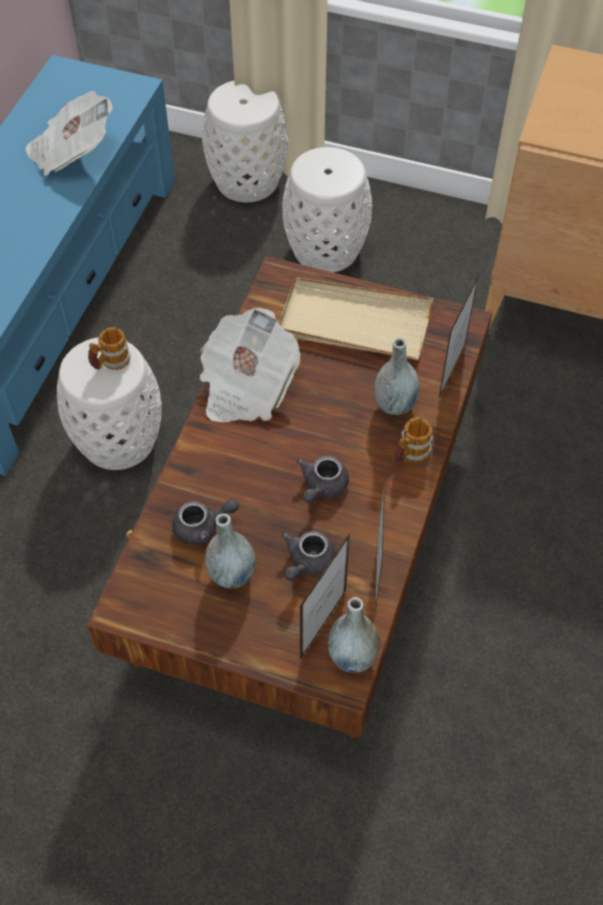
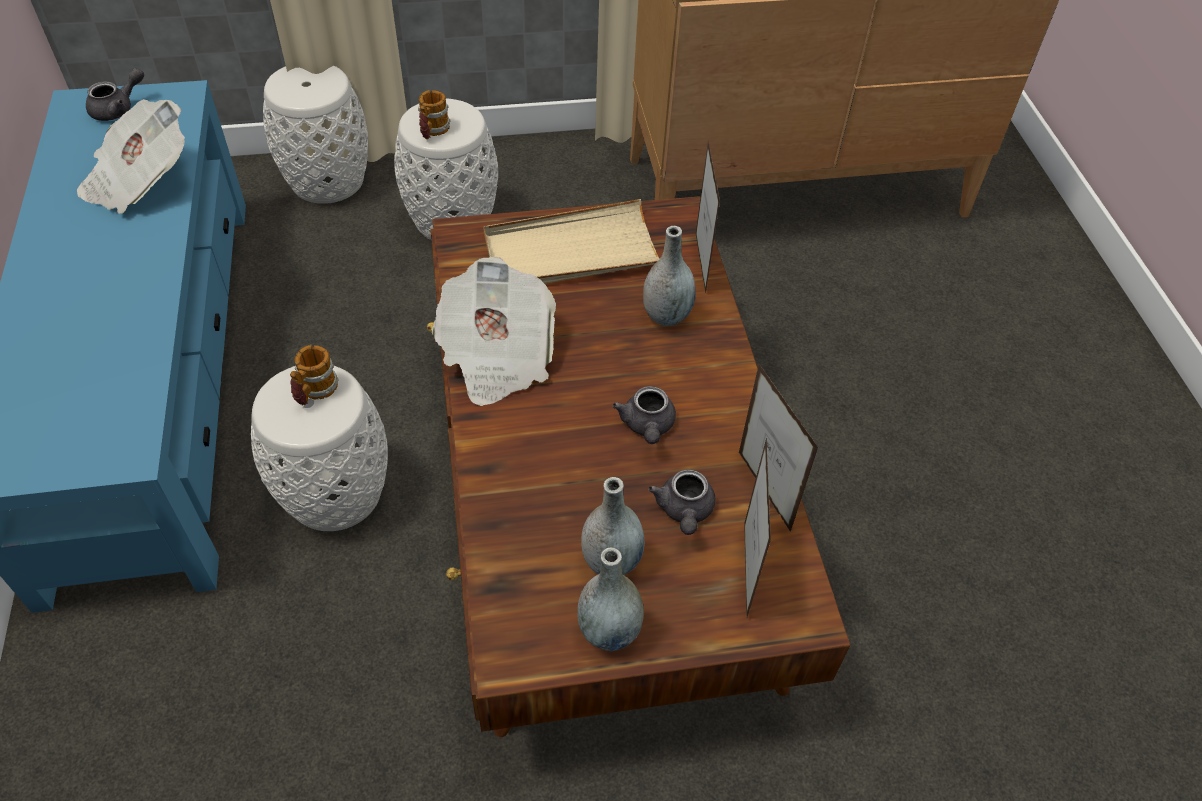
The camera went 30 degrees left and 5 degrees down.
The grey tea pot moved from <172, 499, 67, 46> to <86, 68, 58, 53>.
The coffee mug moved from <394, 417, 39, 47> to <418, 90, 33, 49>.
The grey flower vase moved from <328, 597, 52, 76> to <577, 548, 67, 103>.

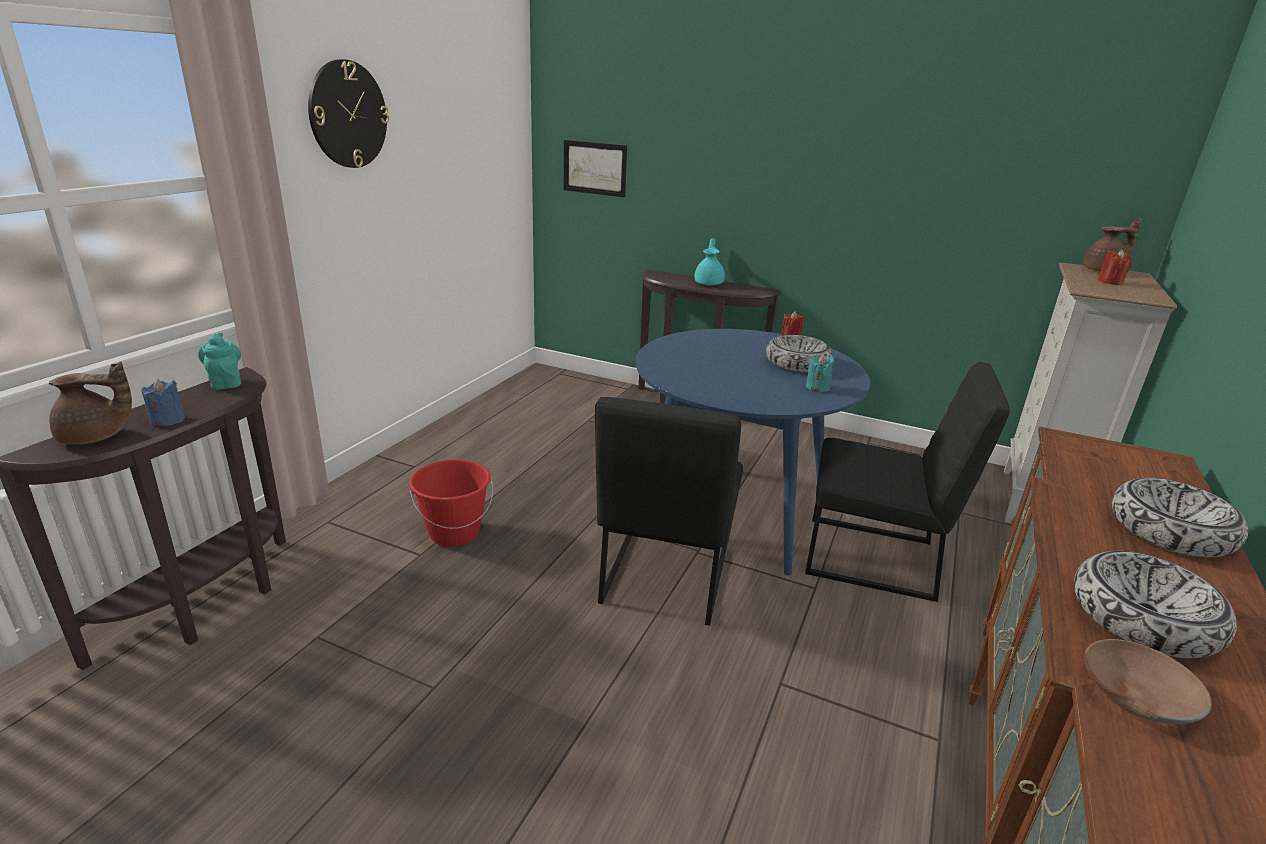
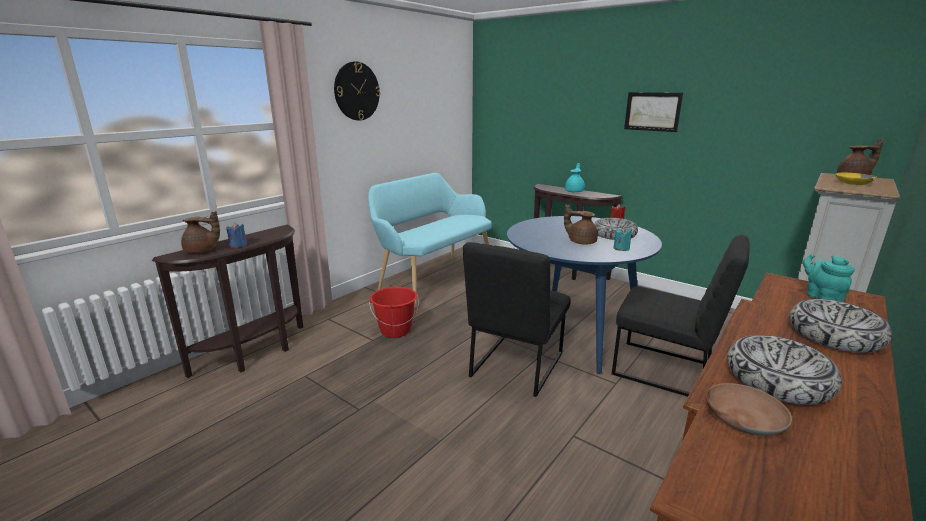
The camera went 15 degrees right and 5 degrees down.
The turquoise long seat at <368, 173, 124, 135> appeared.
The brown-coloured tea pot at <564, 204, 34, 41> appeared.
The wall picture moved from <564, 140, 63, 57> to <624, 92, 59, 40>.
The turquoise tea pot moved from <198, 333, 43, 57> to <803, 254, 52, 48>.
The red candle at <1097, 250, 35, 35> was replaced by the yellowish bowl at <835, 173, 42, 12>.

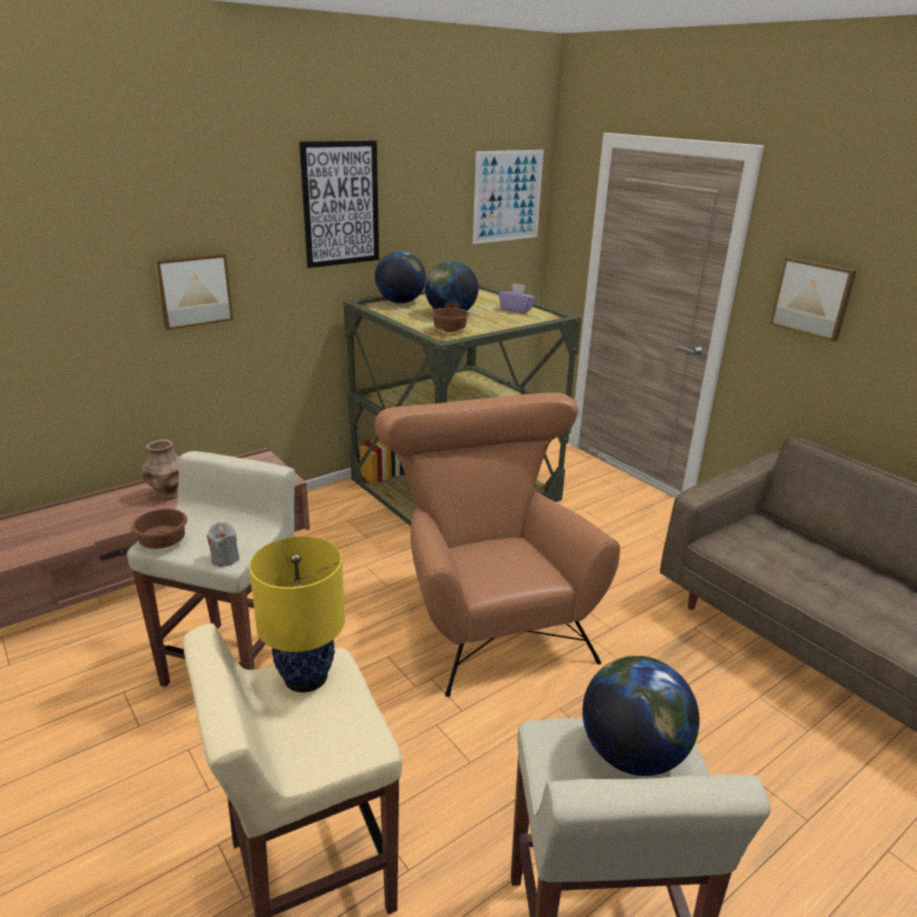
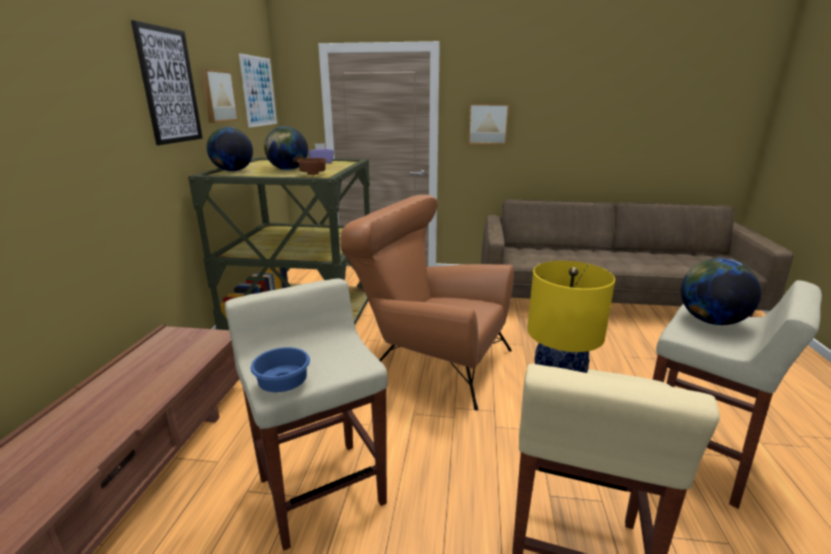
The camera went 45 degrees left and 5 degrees down.
The wall picture moved from <154, 253, 79, 77> to <200, 69, 38, 54>.
The brown-coloured bowl at <131, 508, 56, 41> became the blue bowl at <250, 347, 60, 45>.
The brown-coloured flower vase at <142, 439, 38, 61> disappeared.
The grey candle at <207, 522, 32, 45> disappeared.

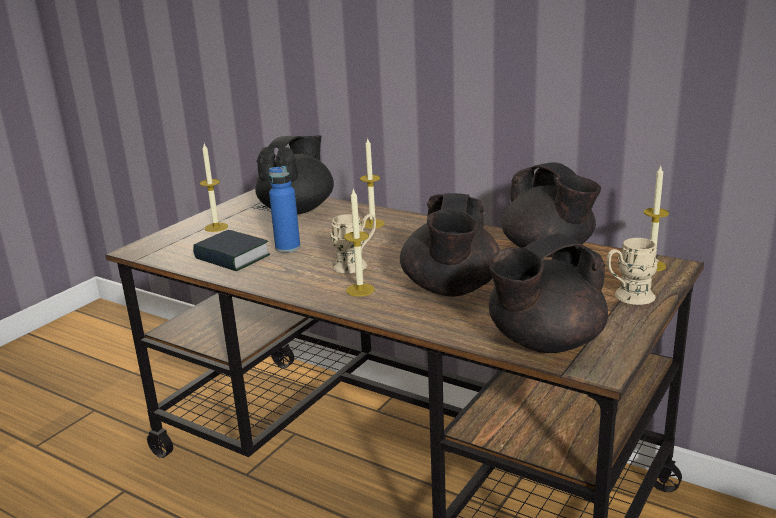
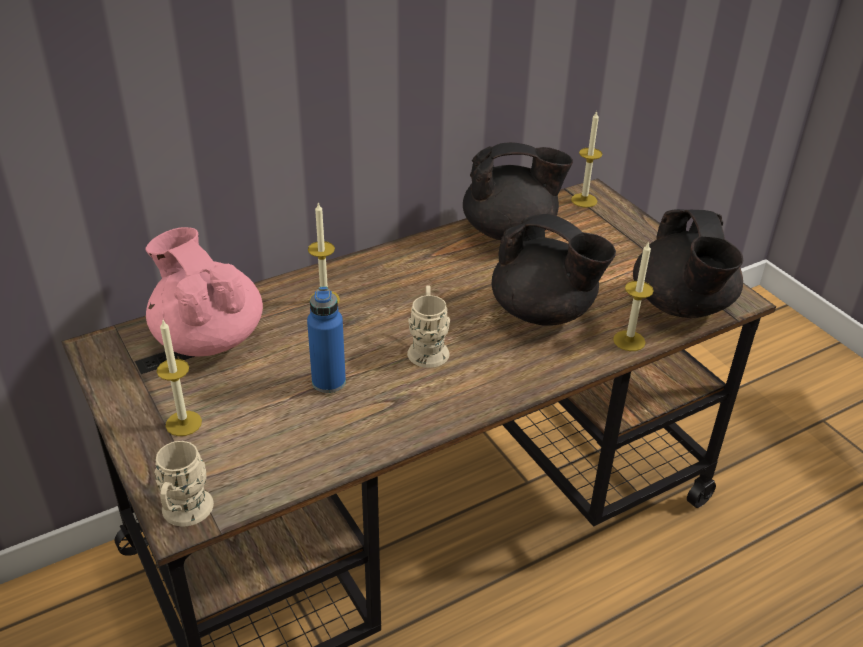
The camera went 65 degrees left and 15 degrees up.
The black-coloured tea pot at <255, 135, 79, 79> became the pink tea pot at <145, 227, 118, 129>.
The sand-coloured coffee mug moved from <607, 238, 51, 67> to <154, 441, 60, 85>.
The candle moved from <344, 188, 31, 109> to <613, 241, 41, 110>.
The bound book at <193, 230, 77, 41> disappeared.

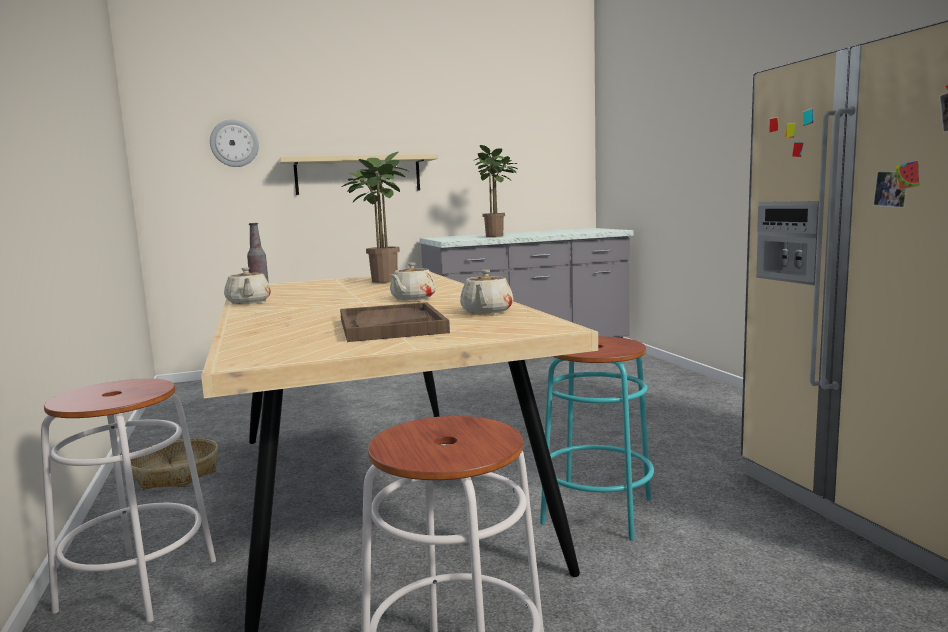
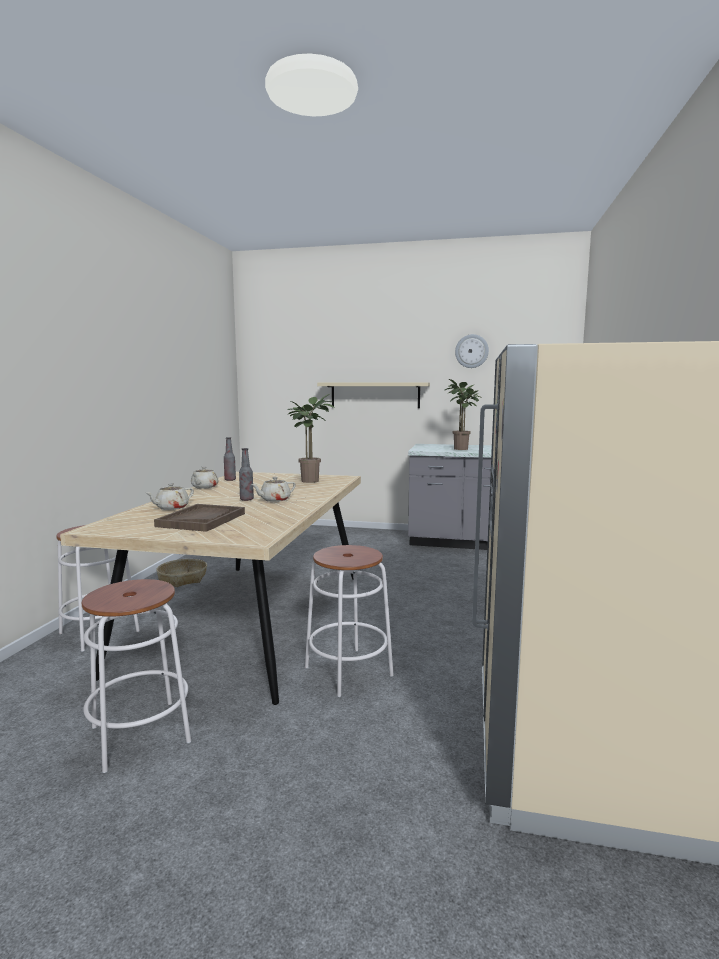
The camera went 30 degrees right and 0 degrees up.
The sand-coloured tea pot moved from <460, 270, 53, 44> to <145, 483, 49, 27>.
The bottle at <239, 448, 15, 53> appeared.
The turquoise stool at <540, 336, 114, 205> became the white stool at <305, 545, 89, 152>.
The clock on the wall moved from <210, 119, 49, 48> to <455, 334, 34, 34>.

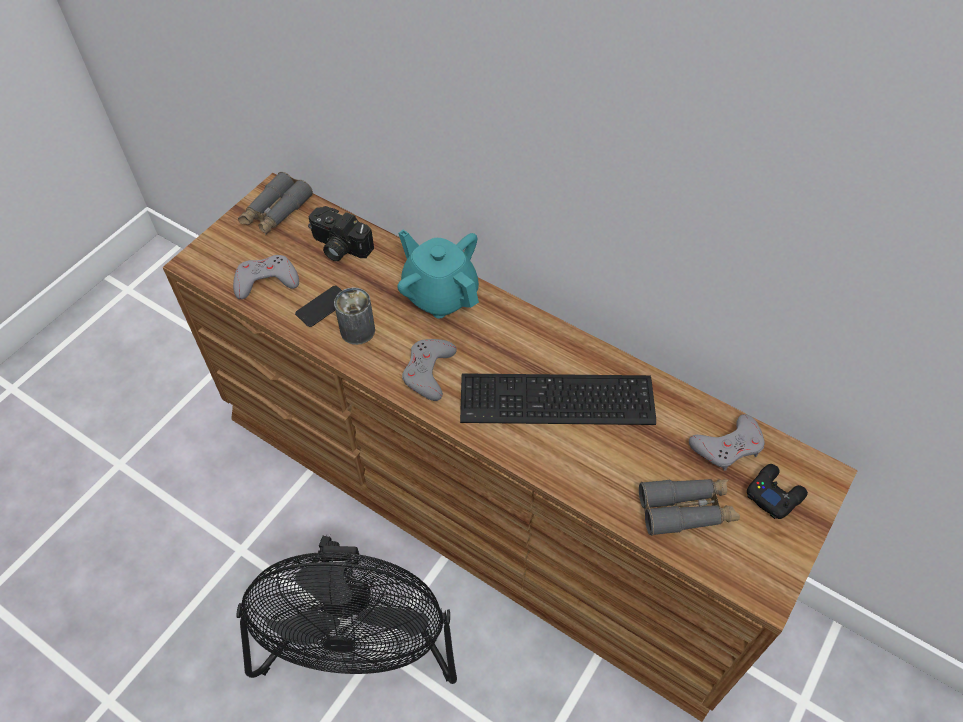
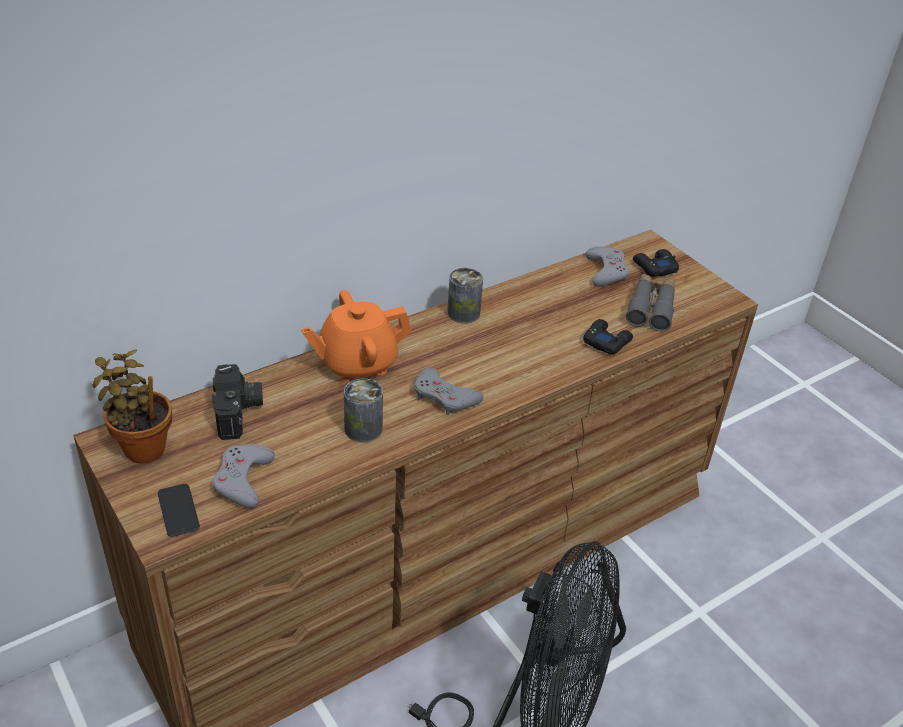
The camera went 70 degrees left and 15 degrees down.
The grey field glasses at <238, 172, 75, 63> was replaced by the plant in a pot at <92, 349, 80, 114>.
The handset moved from <295, 286, 47, 41> to <158, 484, 42, 53>.
The still camera at <308, 206, 66, 55> turned 60 degrees counterclockwise.
The turquoise tea pot at <397, 230, 82, 88> became the orange tea pot at <301, 290, 111, 92>.
The metal can at <447, 268, 36, 55> appeared.
The black-coloured gamepad at <583, 319, 50, 35> appeared.
The PC keyboard at <460, 373, 196, 52> disappeared.

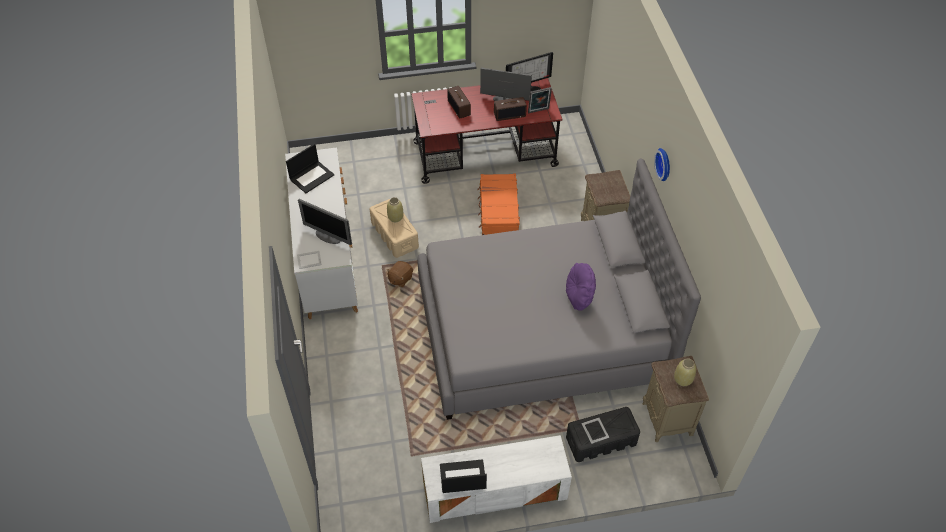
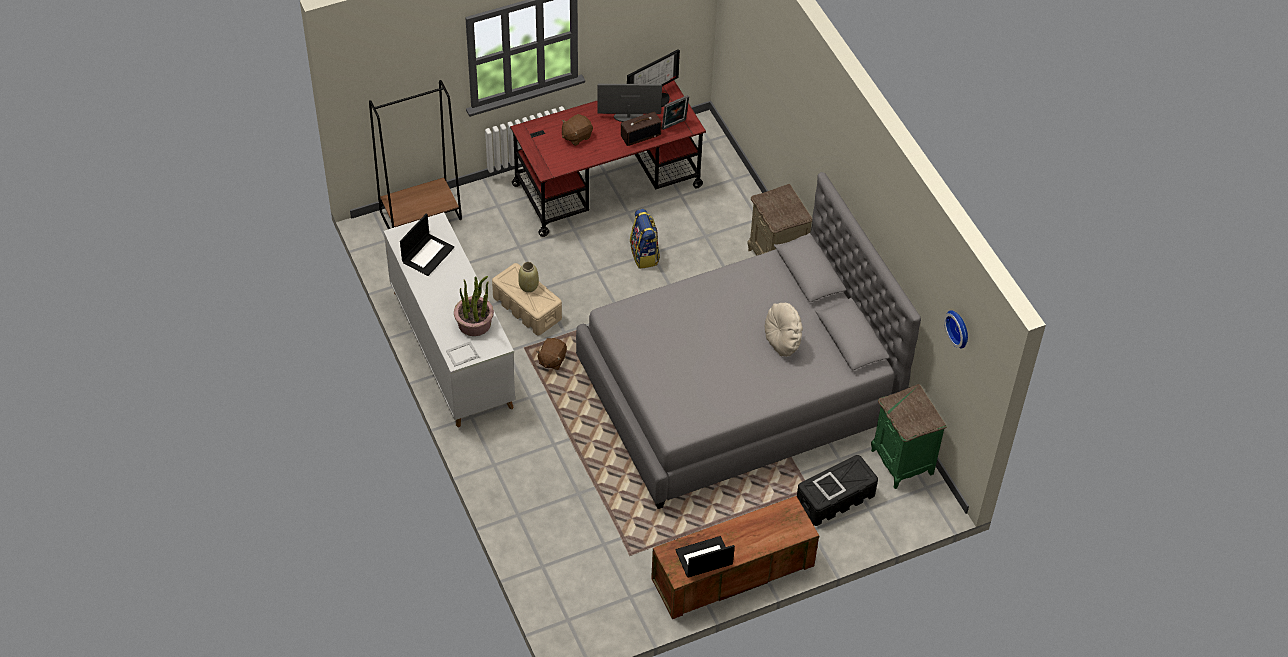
The camera went 15 degrees left and 0 degrees up.
The clothes rack at <369, 80, 93, 149> appeared.
The monitor at <298, 199, 54, 46> was replaced by the plant in a pot at <454, 276, 40, 60>.
The radio at <447, 86, 24, 33> was replaced by the brown-coloured plush toy at <562, 114, 31, 32>.
The orange piece of luggage at <477, 174, 43, 61> was replaced by the rucksack at <630, 209, 30, 60>.
The white long seat at <421, 435, 151, 88> became the brown-coloured long seat at <651, 496, 168, 123>.
The purple pillow at <566, 263, 30, 47> became the sand-coloured pillow at <764, 303, 39, 54>.
The sand-coloured nightstand at <643, 356, 66, 86> became the greenish nightstand at <871, 384, 76, 105>.
The clock on the wall moved from <654, 148, 16, 33> to <944, 311, 24, 38>.
The sand-coloured flower vase at <674, 358, 22, 28> disappeared.

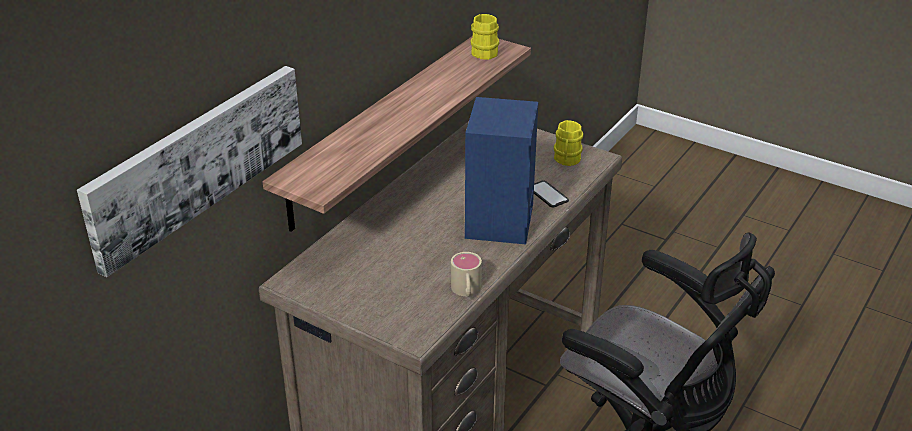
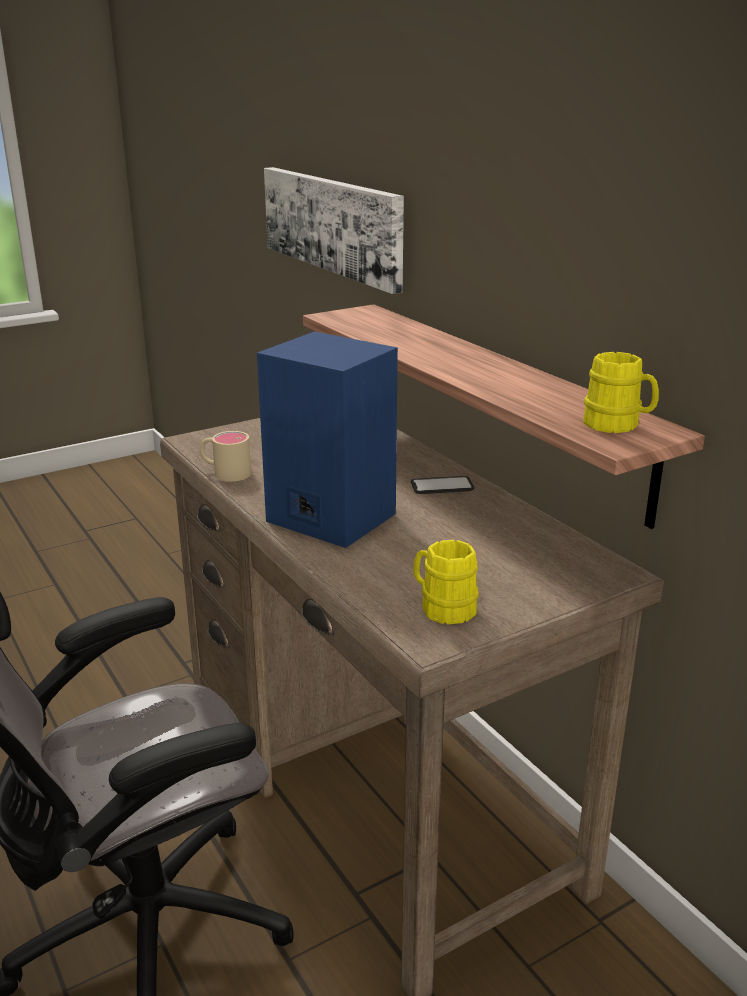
The camera went 115 degrees right and 10 degrees down.
The handset moved from <534, 180, 35, 28> to <411, 476, 64, 18>.

